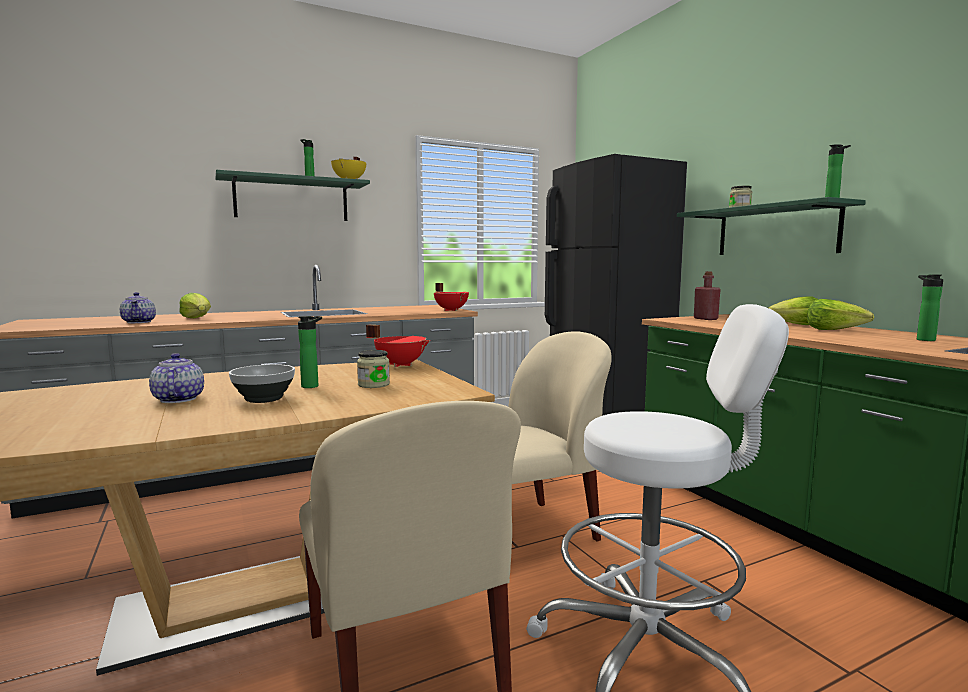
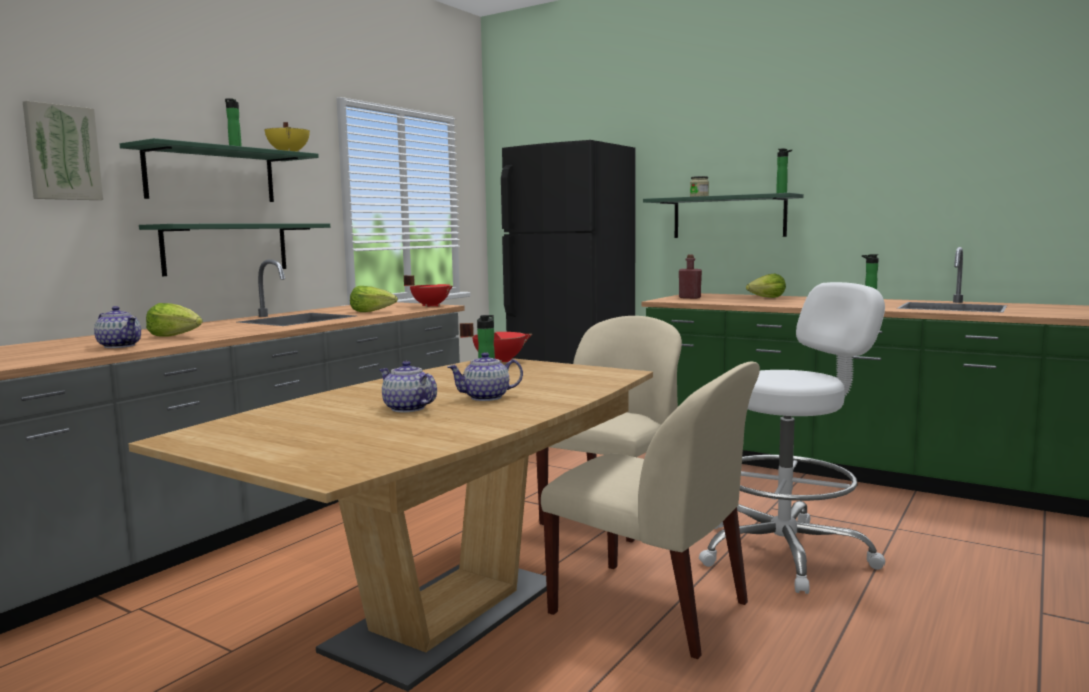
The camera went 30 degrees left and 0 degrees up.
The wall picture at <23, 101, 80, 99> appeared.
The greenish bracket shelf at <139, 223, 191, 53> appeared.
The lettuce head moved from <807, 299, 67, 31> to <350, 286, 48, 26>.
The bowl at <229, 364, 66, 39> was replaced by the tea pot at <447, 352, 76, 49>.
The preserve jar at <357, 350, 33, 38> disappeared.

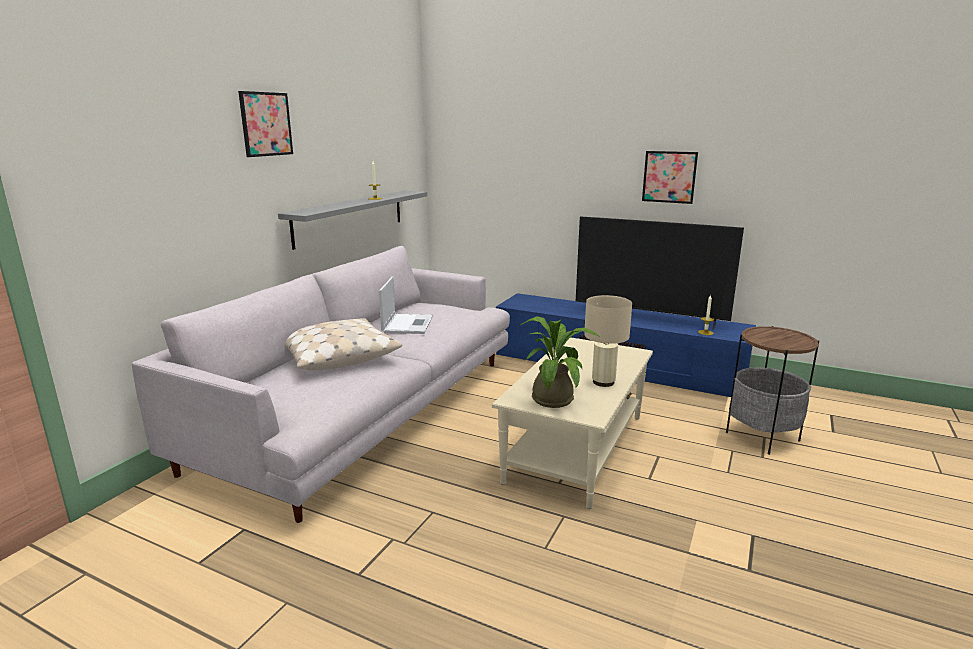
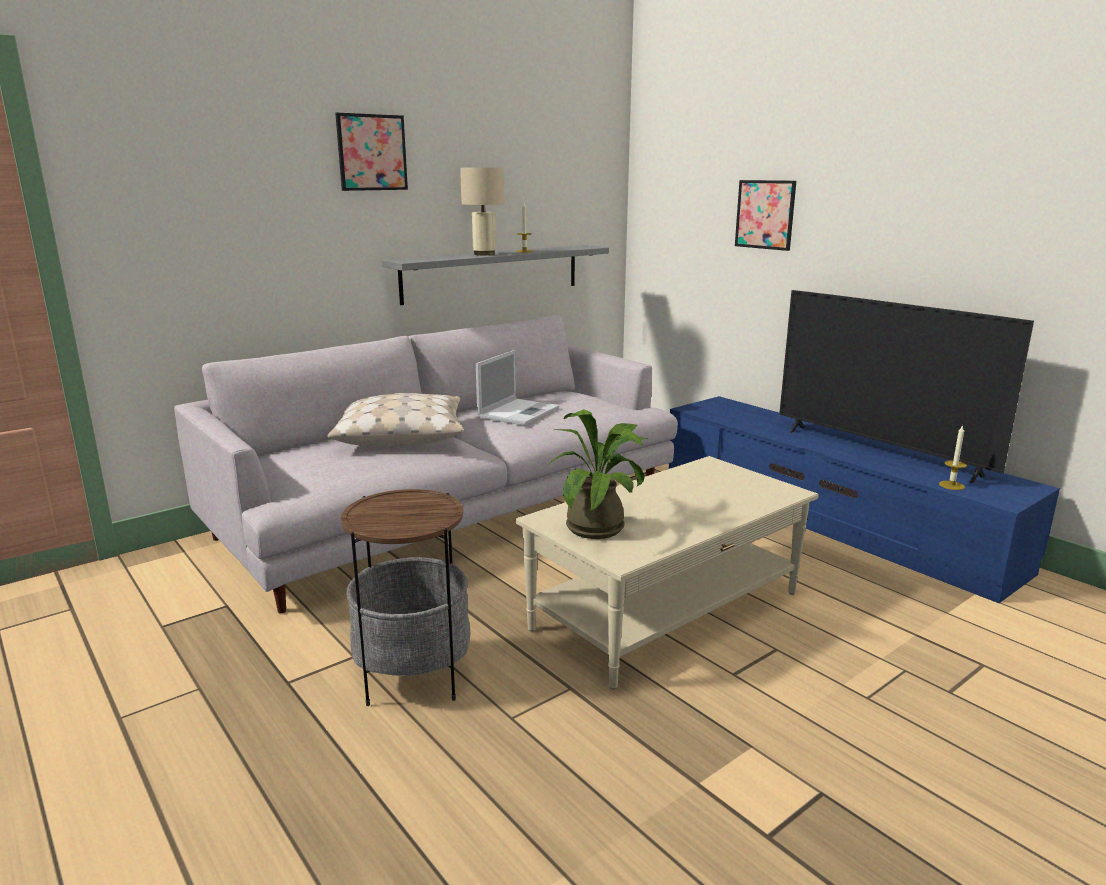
The camera went 25 degrees right and 0 degrees up.
The side table moved from <726, 326, 93, 129> to <341, 489, 129, 217>.
The sand-coloured table lamp moved from <584, 295, 48, 92> to <460, 167, 44, 88>.
The wall picture moved from <642, 151, 56, 53> to <735, 180, 61, 71>.

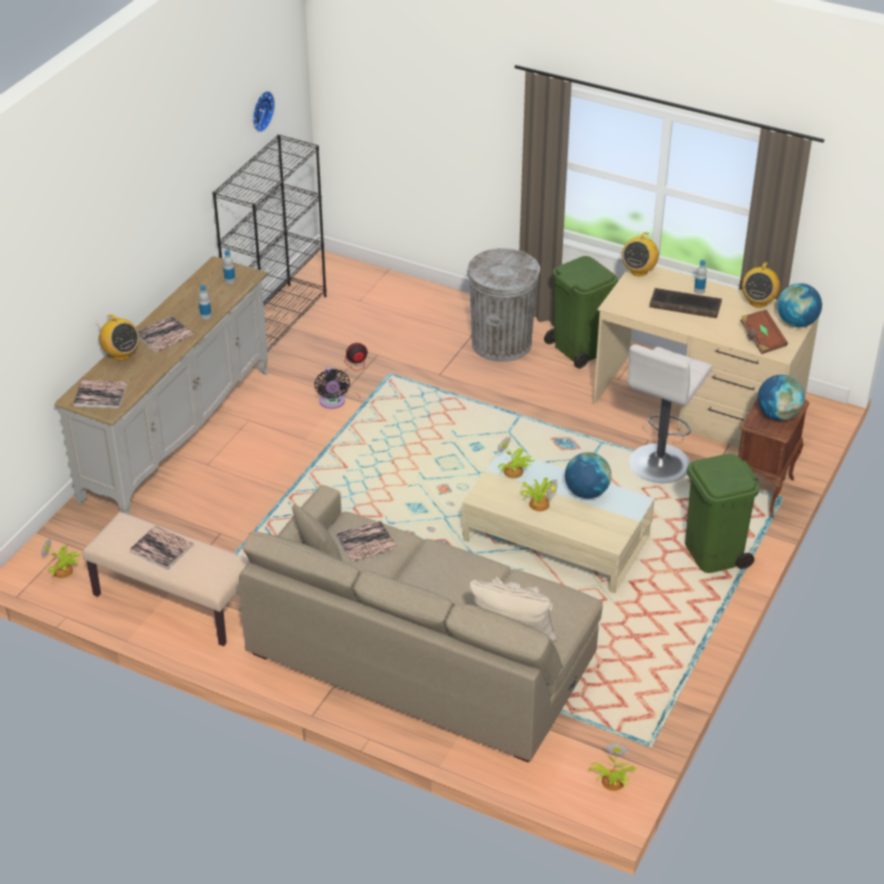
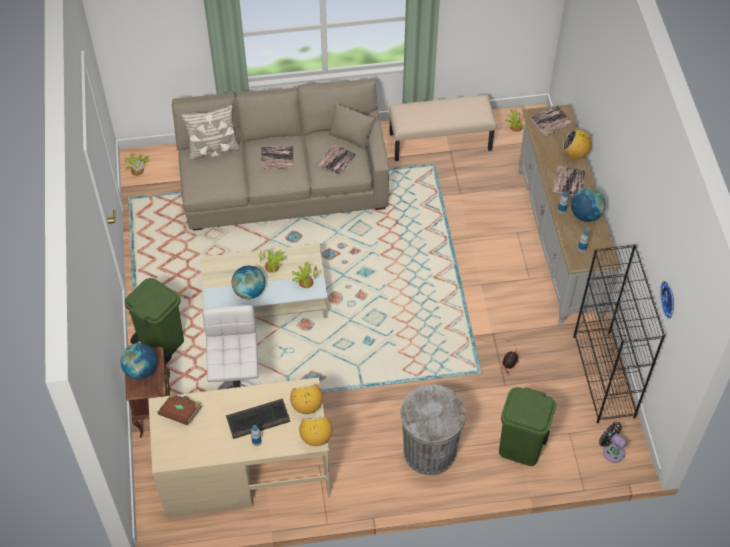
The camera went 145 degrees right and 15 degrees up.
The bound book moved from <129, 526, 65, 44> to <261, 146, 32, 23>.
The radio moved from <742, 262, 38, 46> to <290, 384, 33, 30>.
The greenish waste bin moved from <544, 256, 74, 113> to <499, 387, 57, 79>.
The world globe moved from <777, 283, 45, 44> to <571, 187, 35, 35>.
The black-coloured fan moved from <314, 367, 36, 42> to <599, 422, 28, 41>.

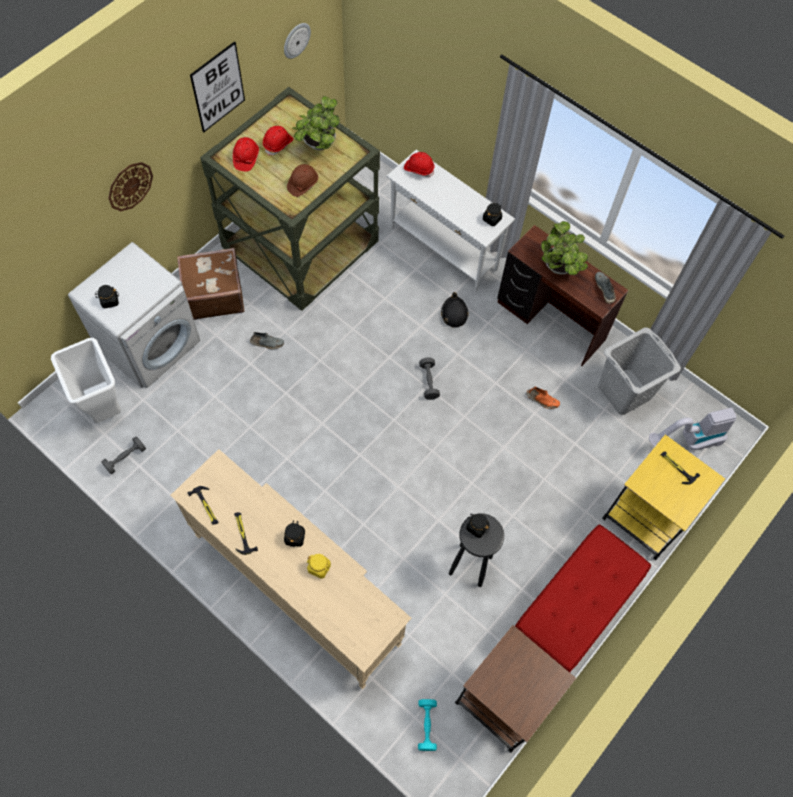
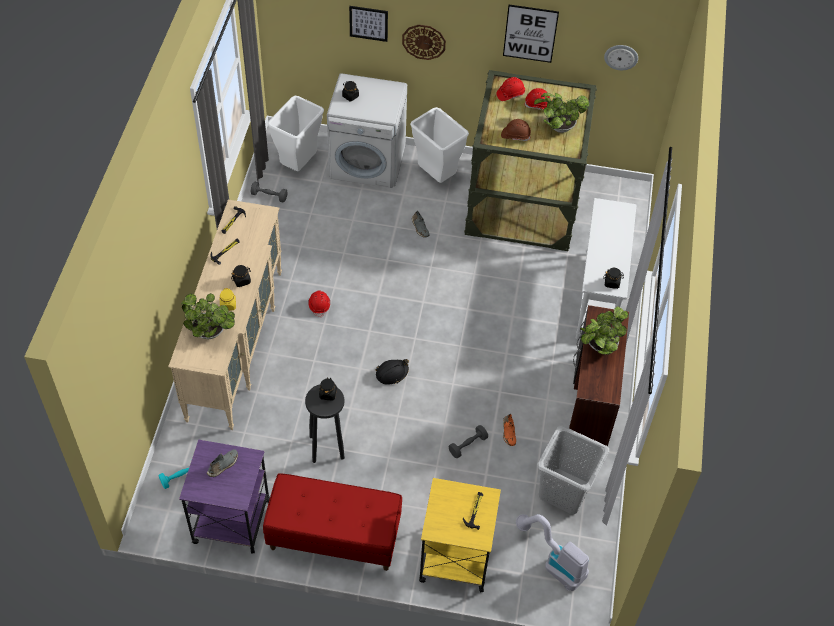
The camera went 60 degrees right and 10 degrees down.
The brown-coloured cart at <455, 625, 121, 127> became the purple cart at <179, 439, 91, 115>.
The plant in a pot at <181, 293, 54, 46> appeared.
The grey item of footwear moved from <595, 272, 21, 32> to <207, 449, 31, 28>.
The red work helmet moved from <404, 152, 30, 25> to <308, 291, 22, 26>.
The wall picture at <349, 6, 39, 36> appeared.
The black-coloured work helmet moved from <441, 292, 28, 36> to <375, 359, 34, 26>.
The brown-coloured piece of luggage at <177, 248, 68, 72> was replaced by the white waste bin at <410, 107, 59, 76>.
The grey dumbbell moved from <419, 358, 21, 42> to <449, 425, 39, 33>.

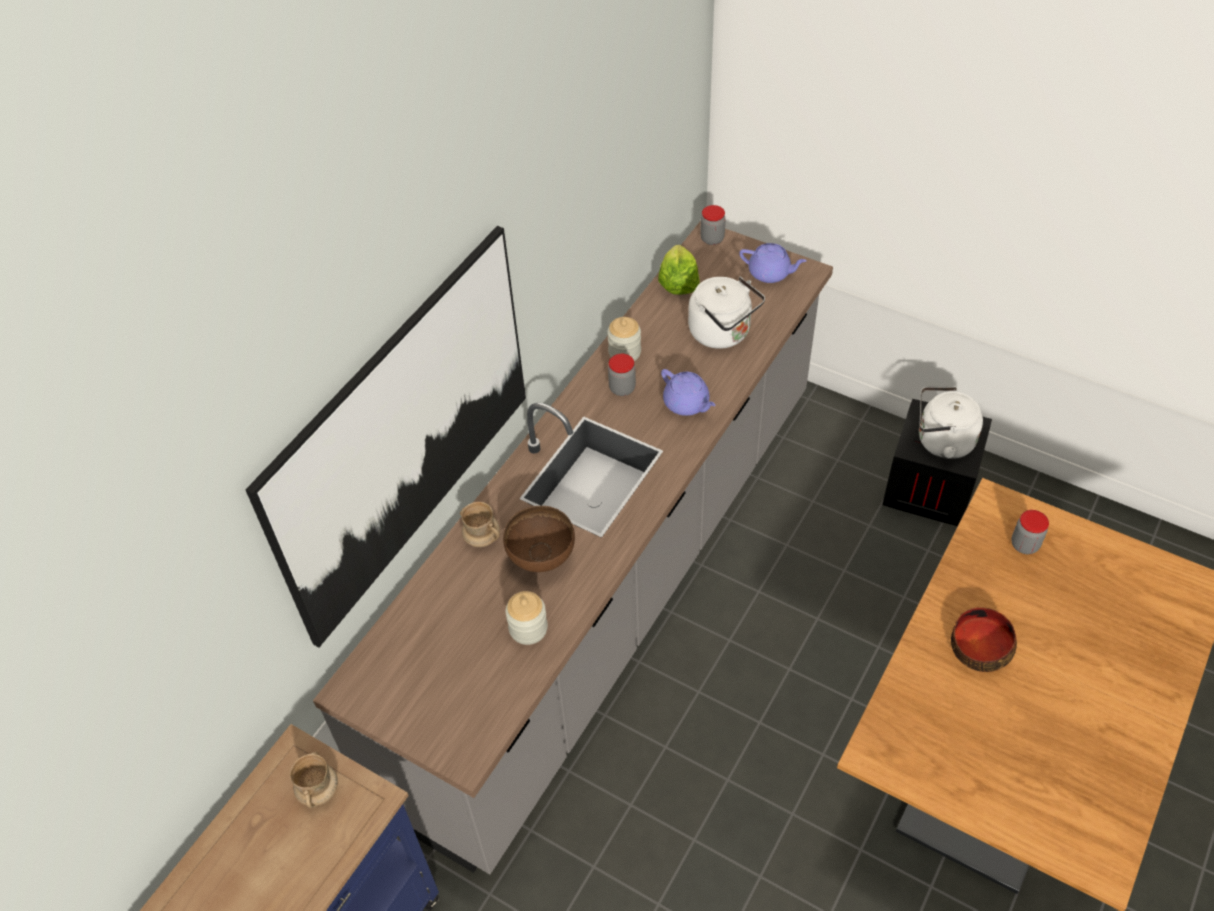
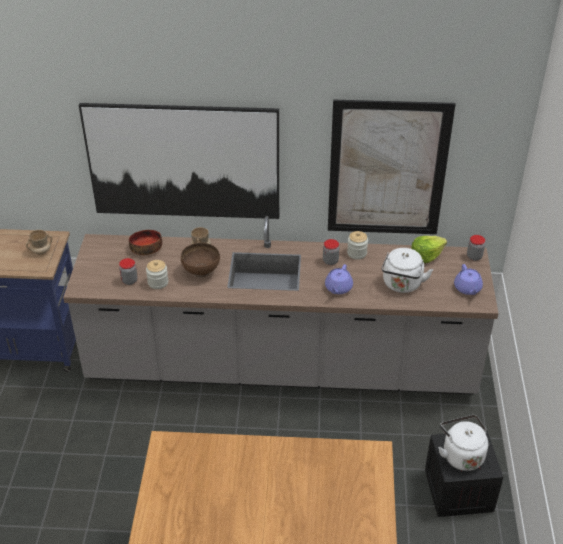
The camera went 60 degrees right and 10 degrees down.
The preserve jar moved from <1011, 510, 38, 44> to <119, 258, 19, 27>.
The bowl moved from <951, 607, 66, 65> to <129, 230, 33, 25>.
The wall picture at <328, 100, 127, 134> appeared.

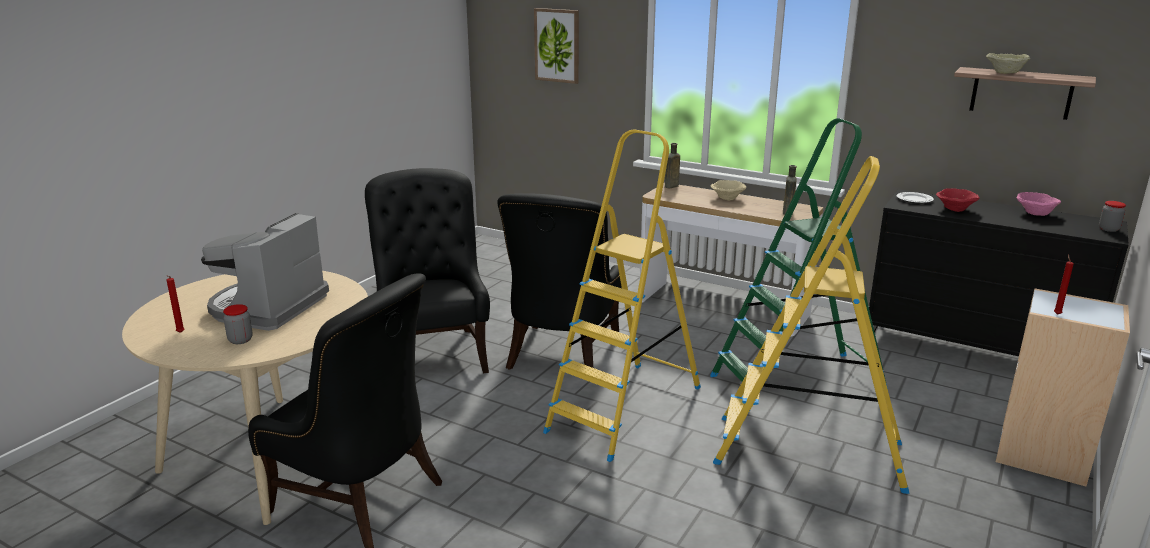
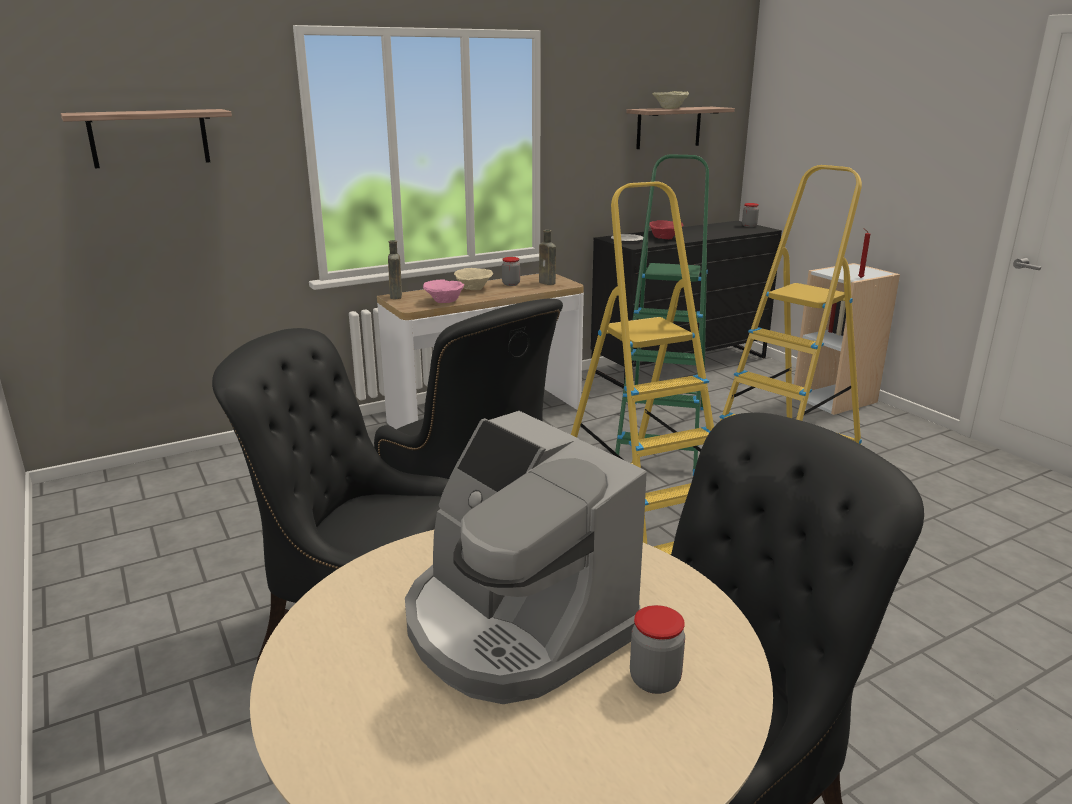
The camera went 60 degrees left and 0 degrees up.
The wall picture at <534, 8, 45, 76> was replaced by the bracket shelf at <61, 109, 171, 59>.
The pink bowl moved from <1017, 192, 44, 24> to <423, 280, 41, 23>.
The preserve jar at <502, 257, 18, 29> appeared.
The red candle at <167, 275, 18, 58> disappeared.

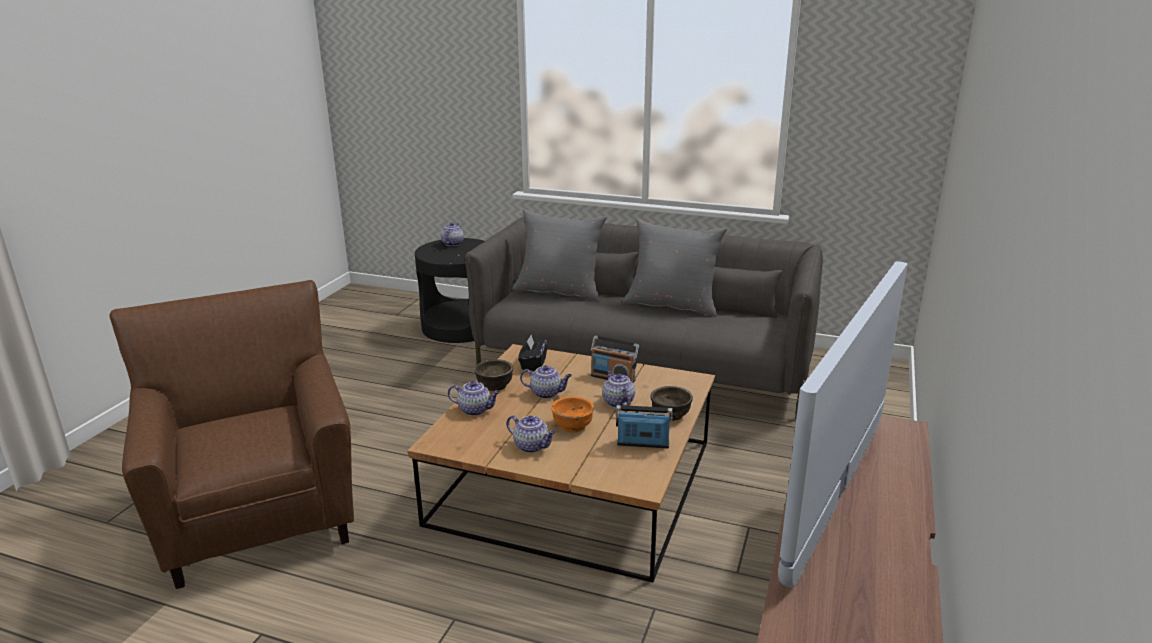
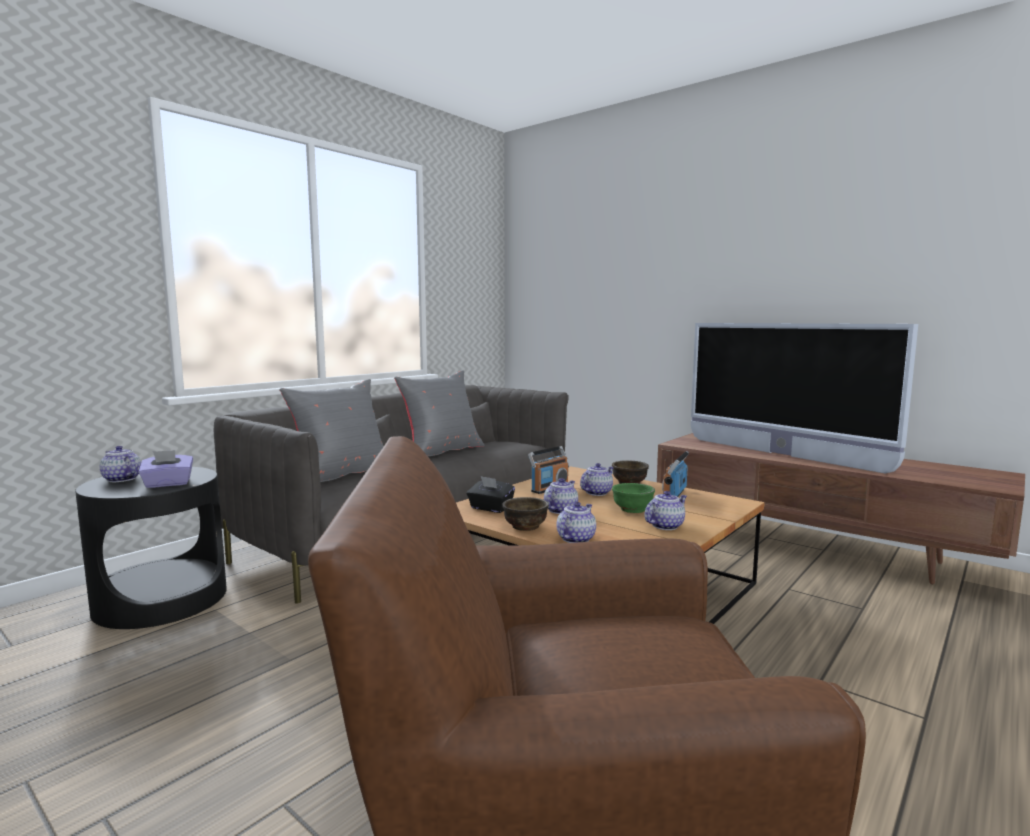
The camera went 70 degrees left and 15 degrees down.
The purple box of tissues at <138, 450, 55, 38> appeared.
The tea pot at <602, 370, 33, 38> turned 135 degrees clockwise.
The orange bowl at <551, 397, 43, 35> became the greenish bowl at <612, 483, 43, 30>.

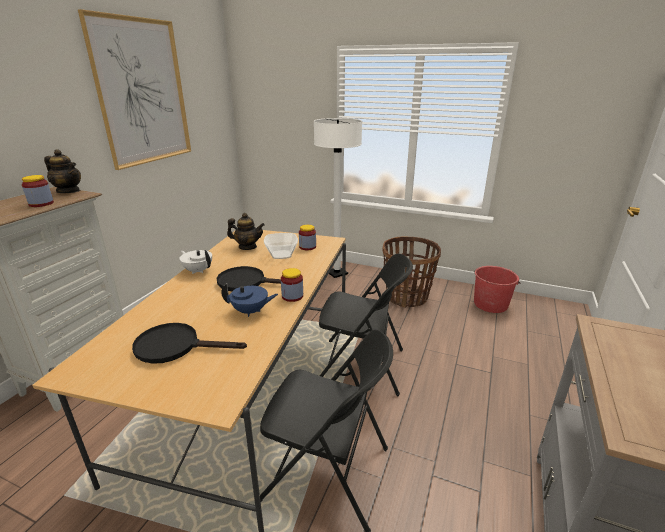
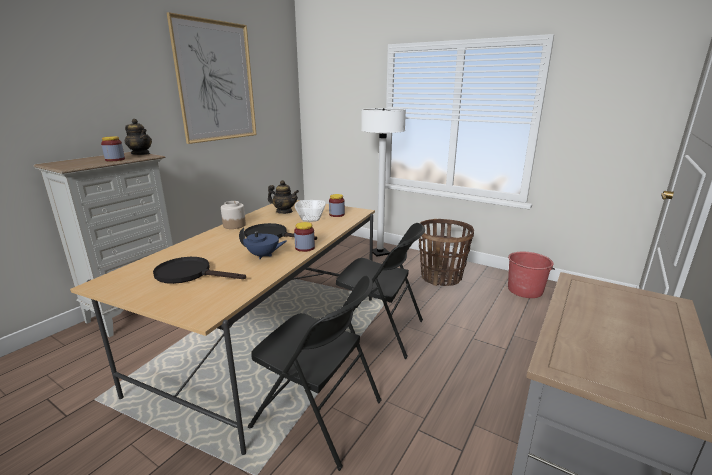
The camera went 10 degrees right and 5 degrees down.
The white tea pot at <179, 250, 33, 24> was replaced by the preserve jar at <221, 201, 25, 28>.

